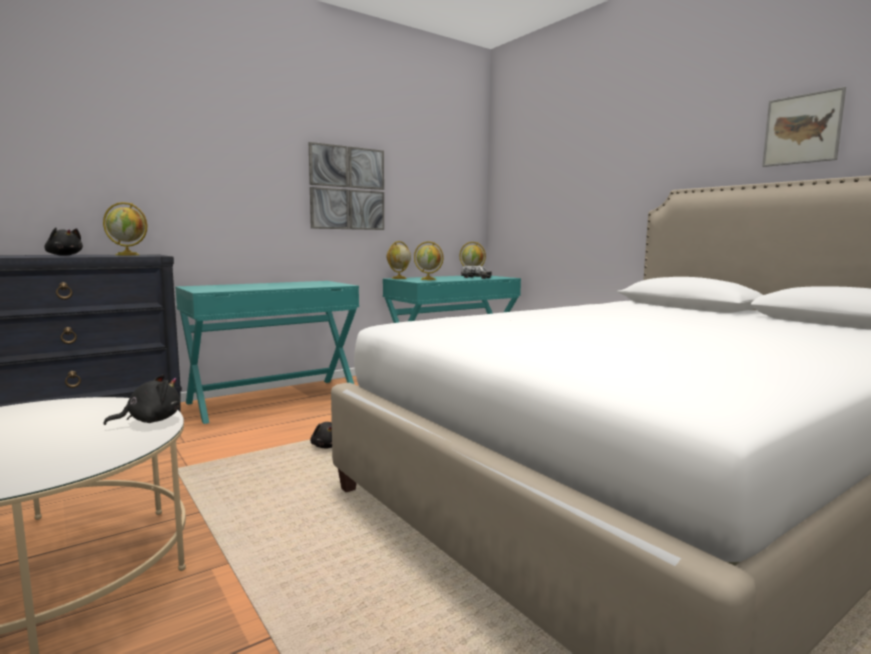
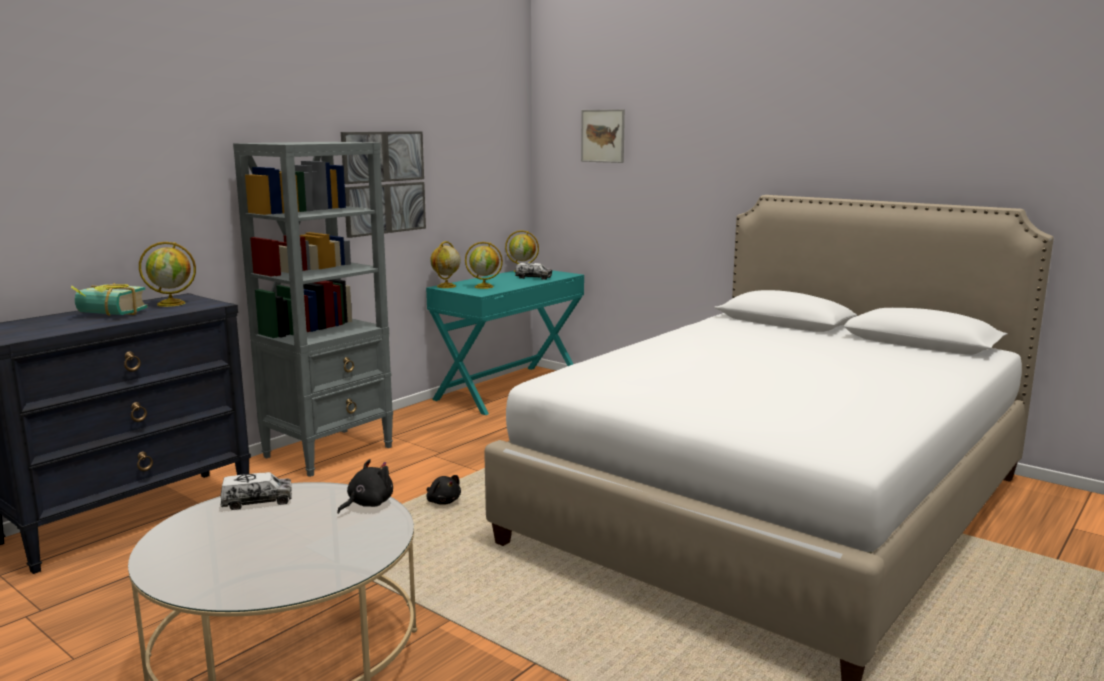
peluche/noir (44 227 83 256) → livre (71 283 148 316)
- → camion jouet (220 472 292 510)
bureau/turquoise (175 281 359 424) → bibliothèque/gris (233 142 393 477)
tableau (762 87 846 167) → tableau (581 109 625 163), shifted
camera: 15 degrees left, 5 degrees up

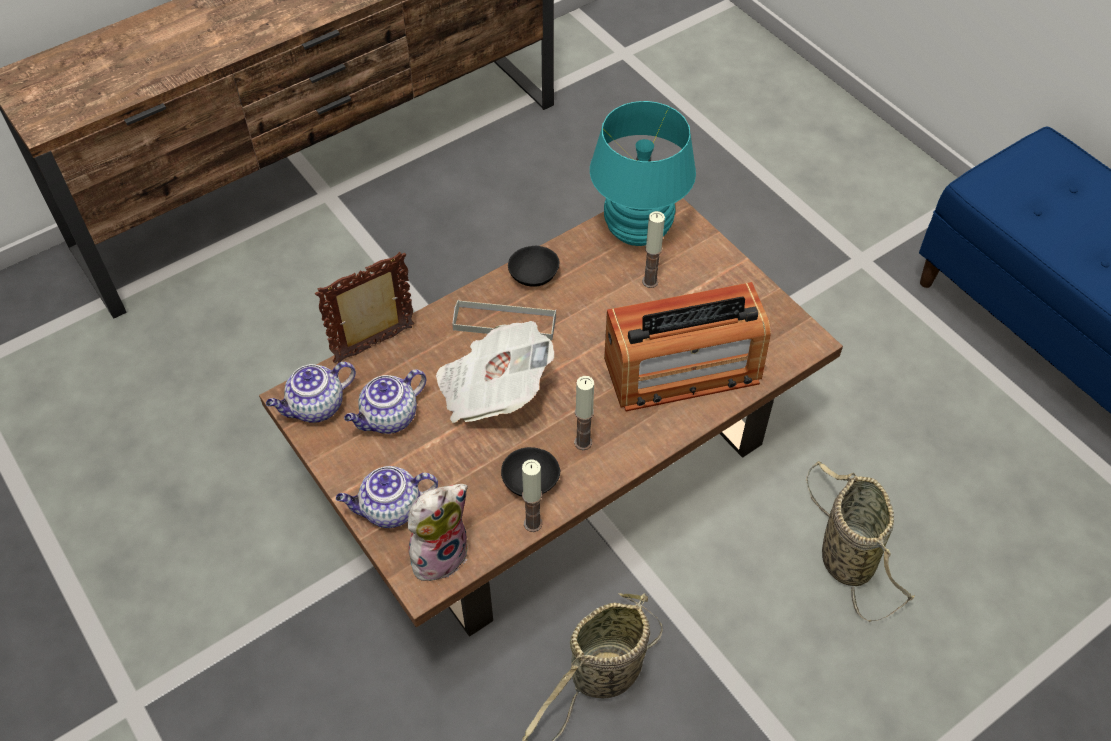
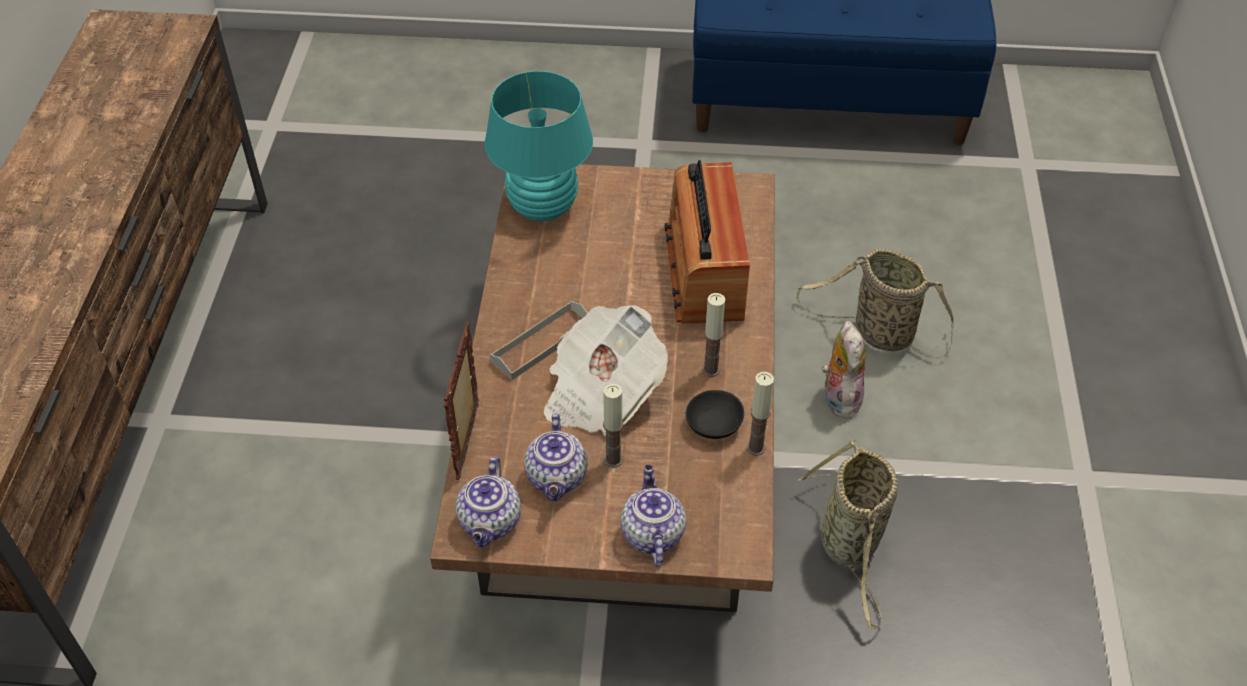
bougie (642 211 665 288) → bougie (603 384 623 468), shifted
théière (336 466 438 528) → théière (620 465 686 567), 150 degrees clockwise
radio (604 282 771 411) → radio (665 160 750 324), 150 degrees clockwise
peluche (408 484 468 581) → peluche (822 321 866 420), shifted
bol/noir (508 246 559 287) → -
camera: 50 degrees left, 5 degrees down

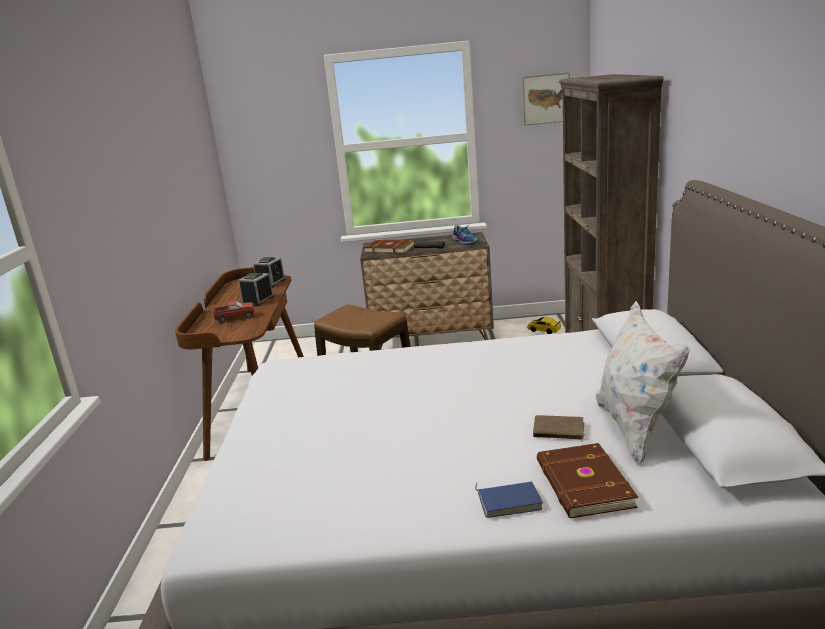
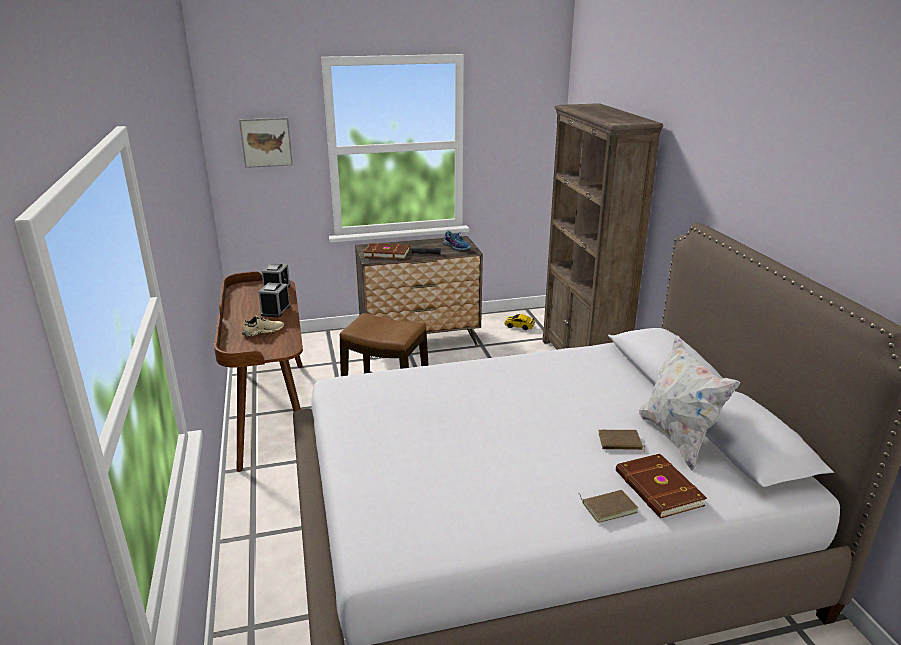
tableau (522 72 570 126) → tableau (239 118 293 168), shifted
camion jouet (214 301 254 323) → chaussure/beige (242 315 284 337)
livre/bleu (475 482 543 518) → livre/marron (578 490 638 523)
camera: 15 degrees left, 5 degrees up

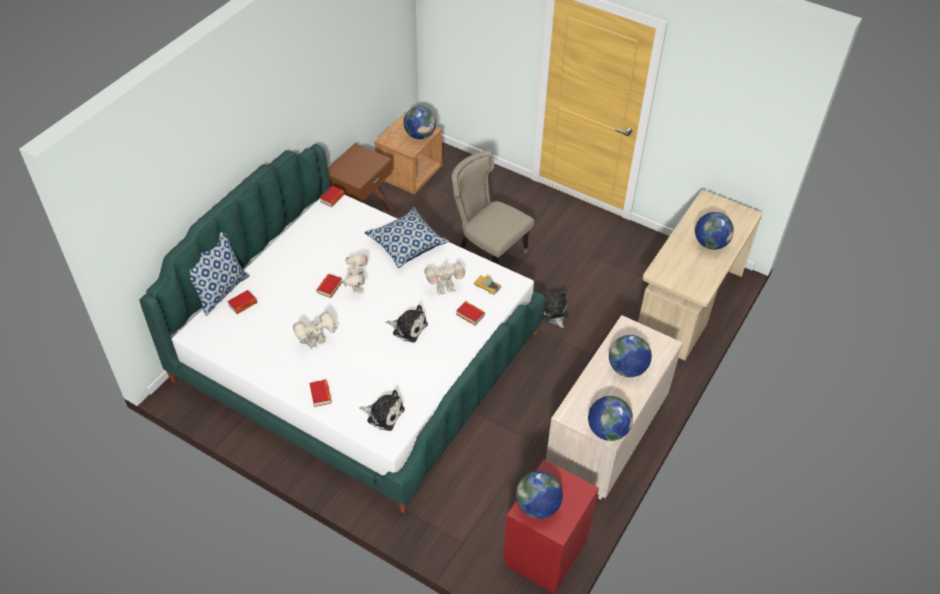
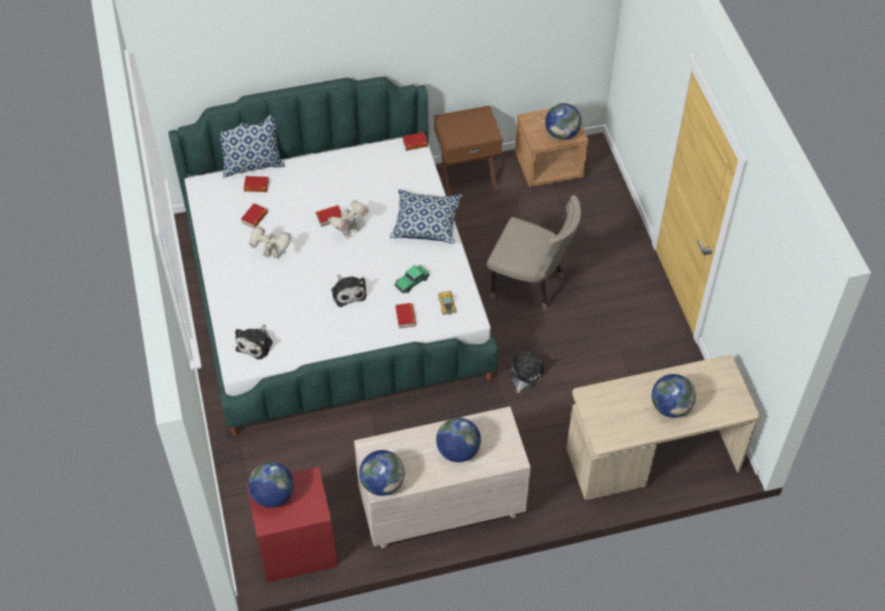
peluche (359 390 405 431) → peluche (235 324 273 360), 45 degrees clockwise
livre (309 380 332 407) → livre (241 203 268 228), shifted
robot jouet (424 262 465 295) → petite voiture (394 265 430 294)
chaise/beige (452 151 534 264) → chaise/beige (487 195 581 311), 120 degrees clockwise
camera: 45 degrees right, 5 degrees up

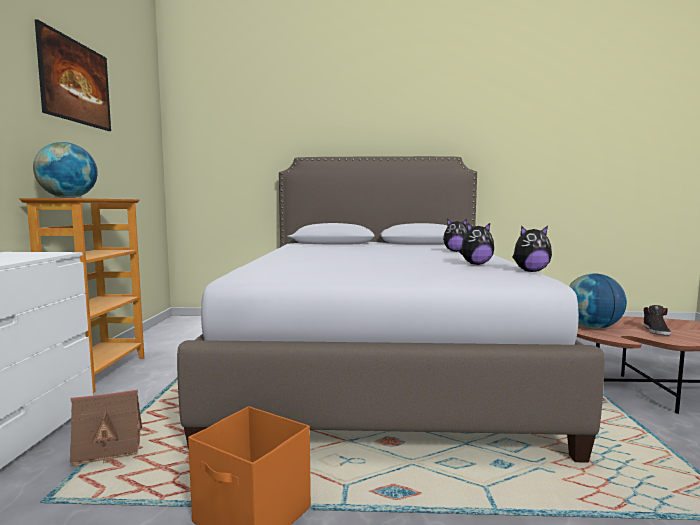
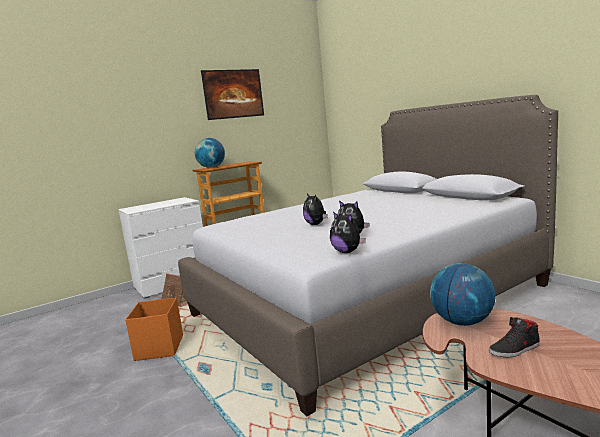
peluche (443 219 467 252) → peluche (303 193 328 225), shifted
camera: 55 degrees right, 5 degrees up

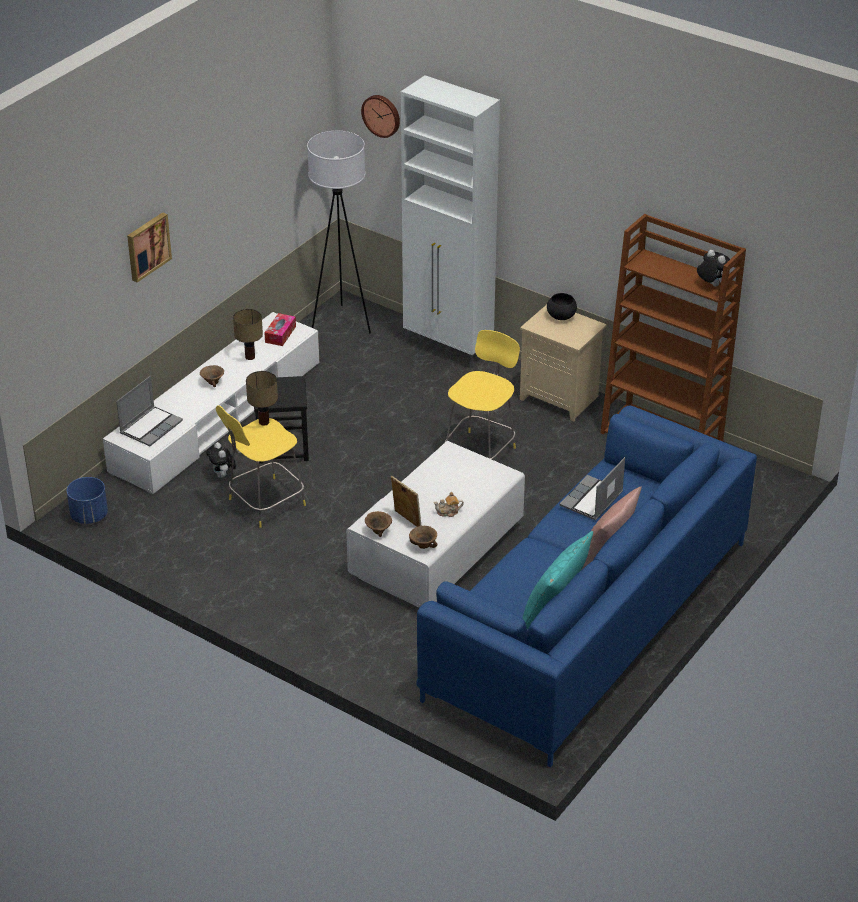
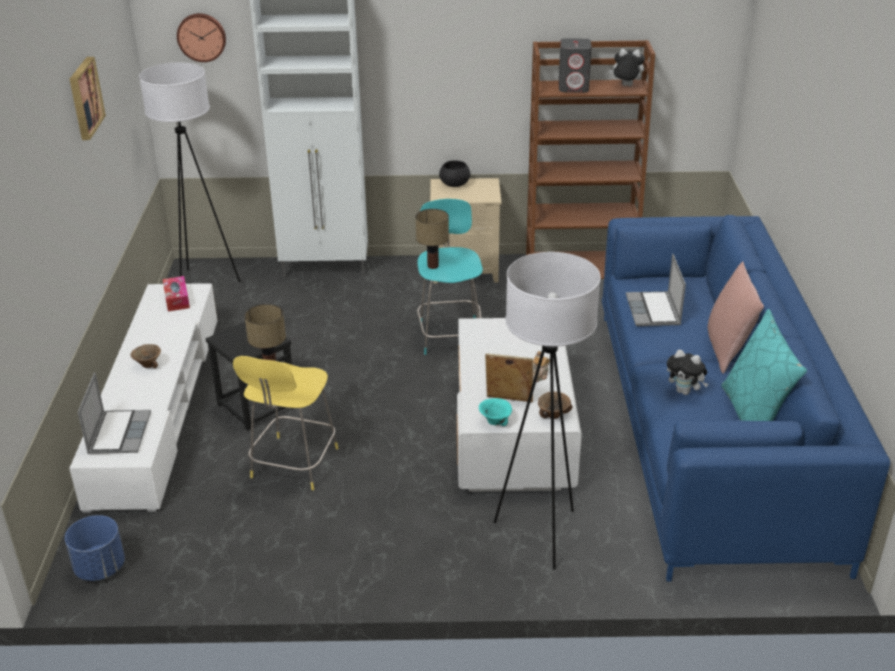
tableau (127 212 172 282) → tableau (70 57 106 140), shifted
lampe de table (233 309 263 360) → lampe de table (416 209 449 269), shifted
tabouret/jaune (445 330 520 459) → tabouret/turquoise (417 199 483 355)
bol/marron (365 511 392 537) → bol/turquoise (479 398 512 426)
- → lampadaire/blanc (494 252 601 570)
- → enceinte/gris (559 38 592 92)
peluche (206 442 236 478) → peluche (667 349 708 395), shifted
camera: 35 degrees left, 5 degrees down

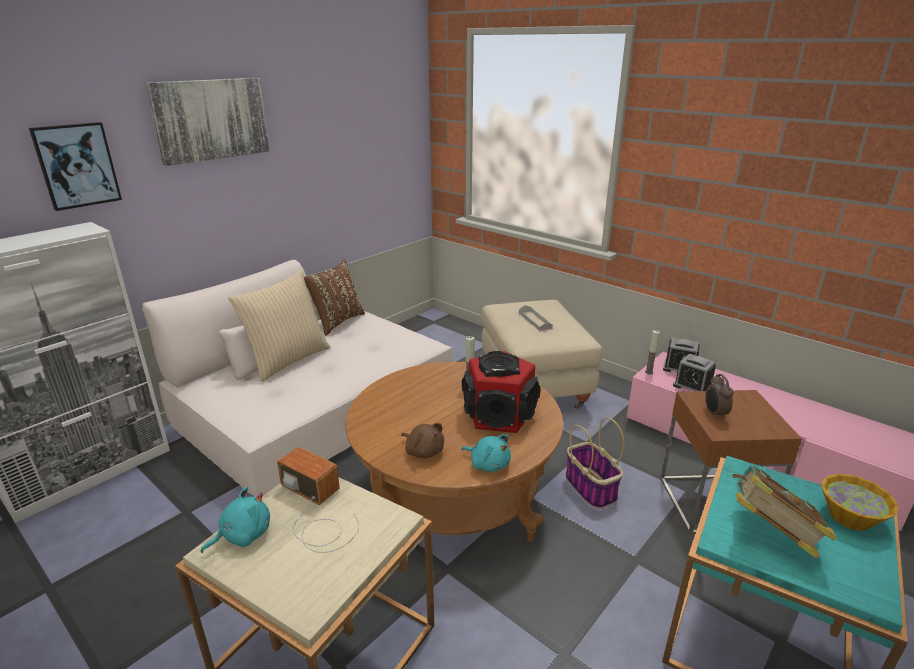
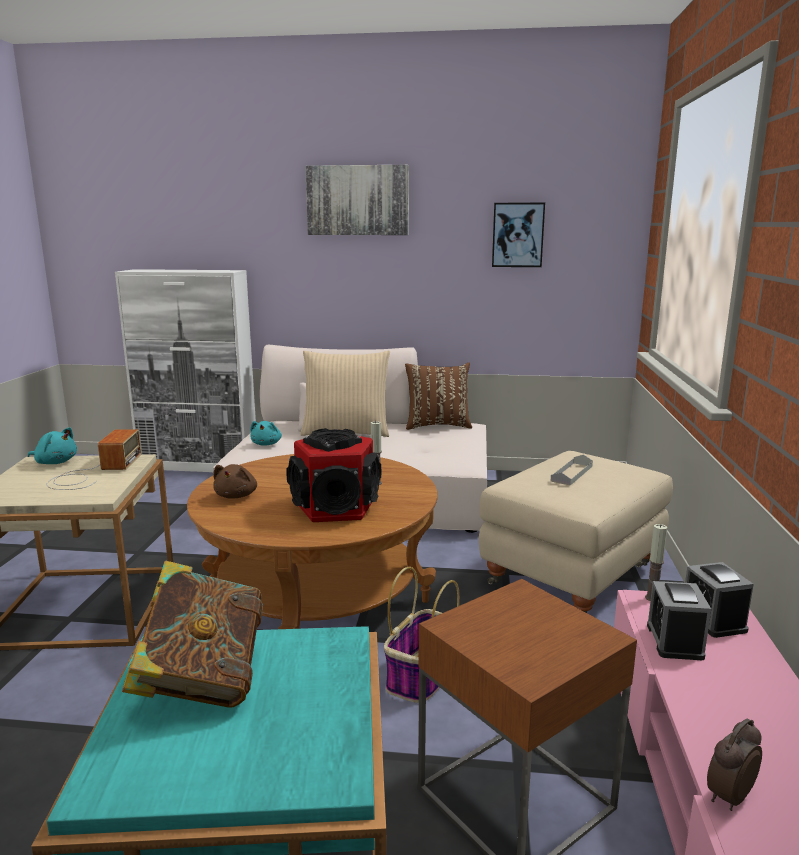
peluche/turquoise (462 434 511 472) → peluche/turquoise (250 421 282 446), shifted
tableau (29 122 122 211) → tableau (492 202 545 267), shifted
réveil (705 374 734 420) → réveil (707 719 762 811), shifted
bol (821 474 899 531) → -
camera: 55 degrees right, 10 degrees down

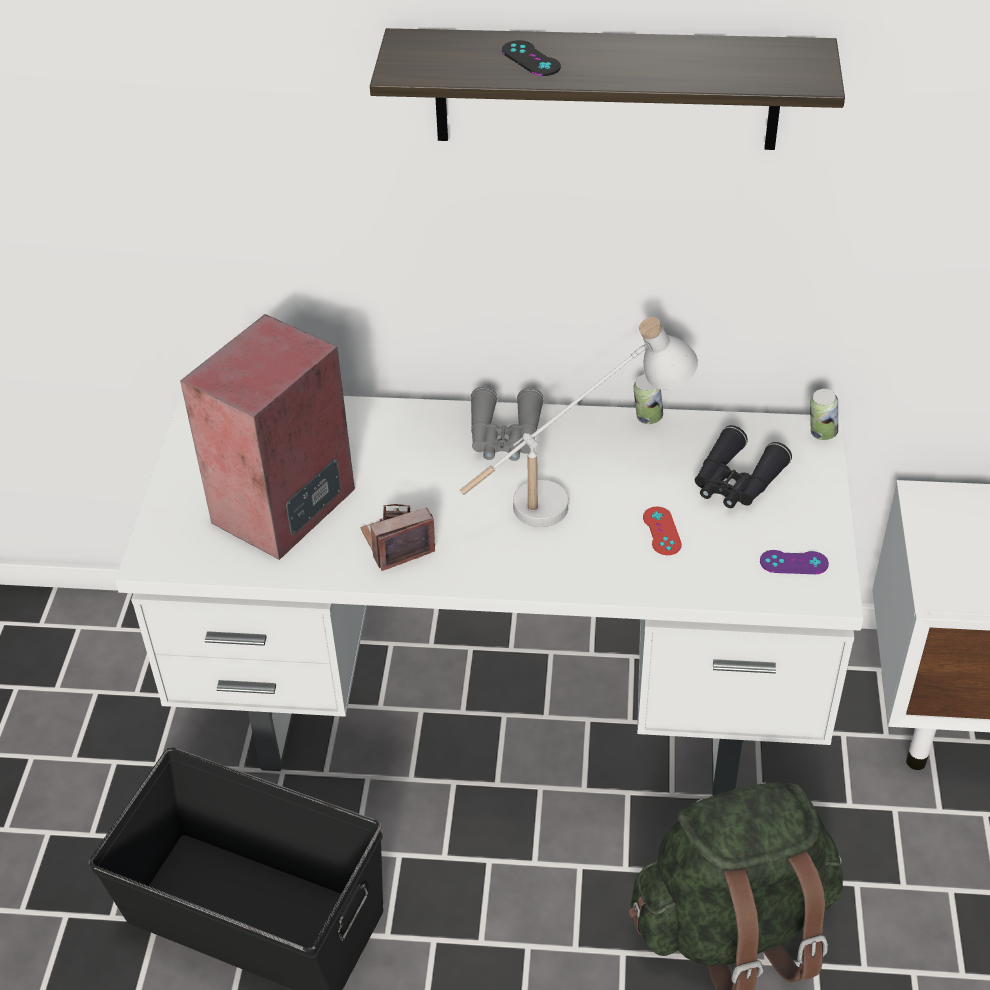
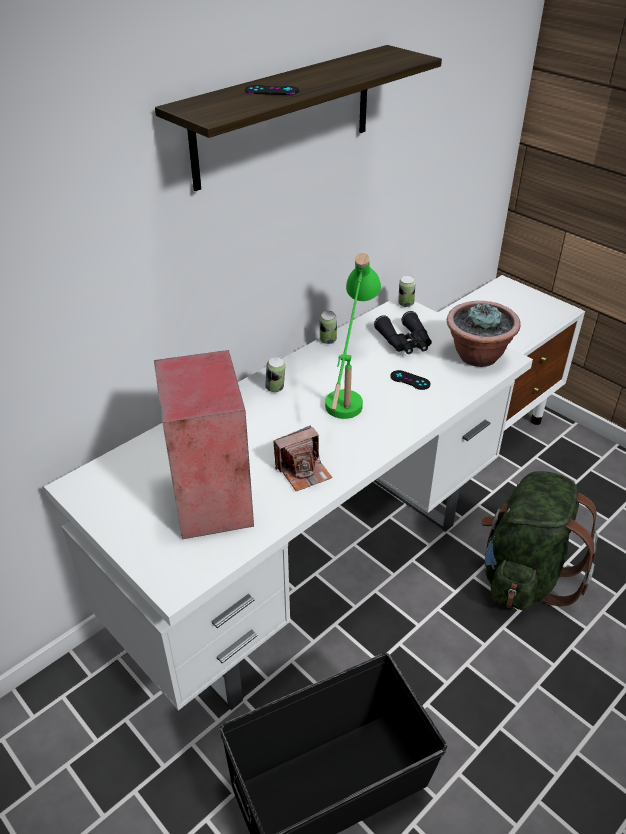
jumelles/gris (470 387 544 461) → boîte métallique (265 357 285 392)
appareil photo (360 504 435 571) → appareil photo (274 425 332 491), 135 degrees counterclockwise
lampe de table/blanc (460 317 698 527) → lampe de table/vert (325 253 381 419)
manette/rouge (643 507 682 555) → manette/noir (390 370 431 390)
manette/violet (760 550 829 574) → plante en pot (447 301 521 367)
camera: 50 degrees left, 5 degrees down

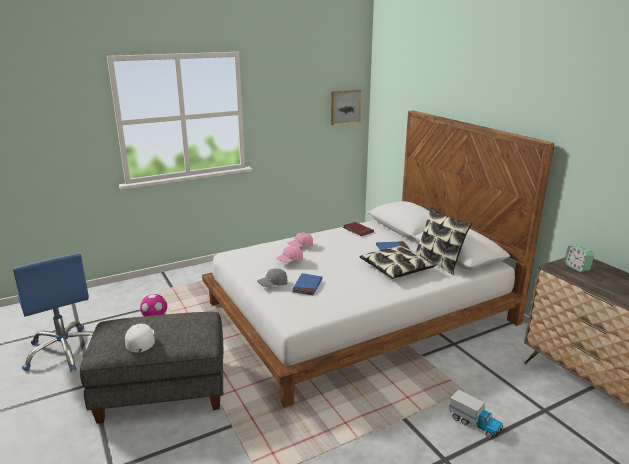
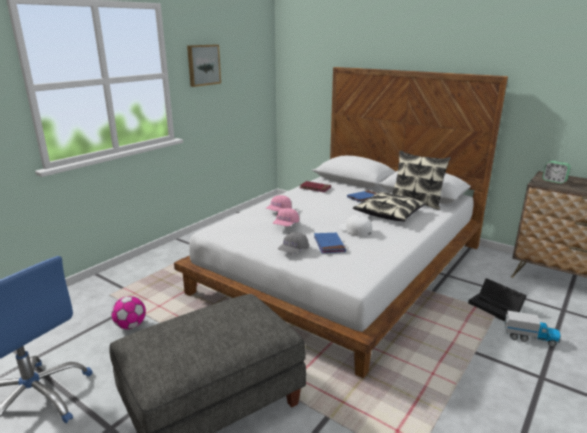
tableau (331 90 362 126) → tableau (187 45 221 87), shifted
casquette/blanc (125 324 155 352) → casquette/blanc (338 215 372 237), shifted
- → boîte de rangement/noir (468 278 527 322)
camera: 25 degrees left, 0 degrees up

